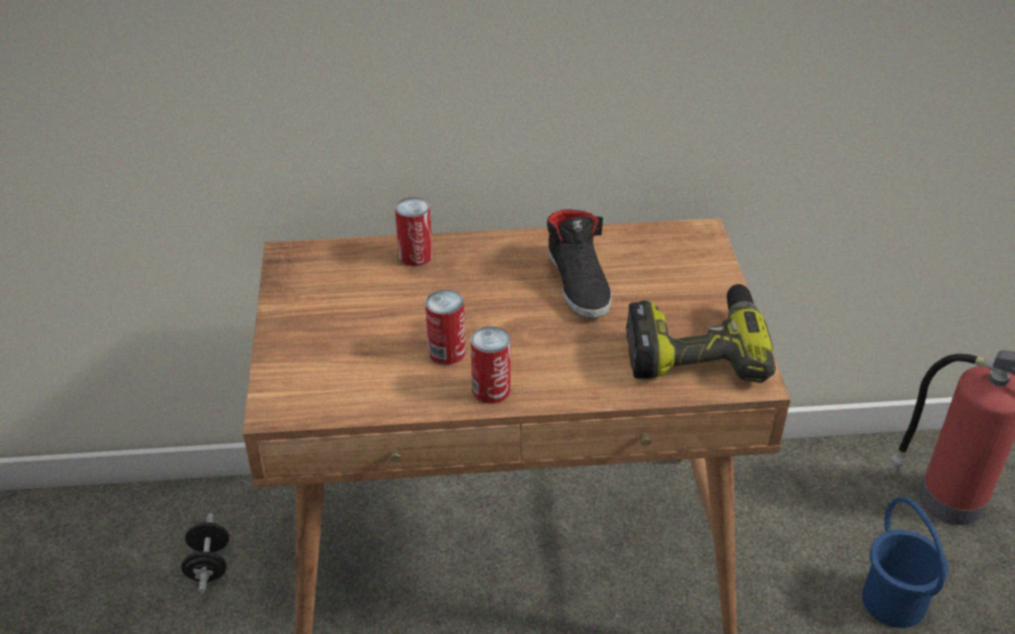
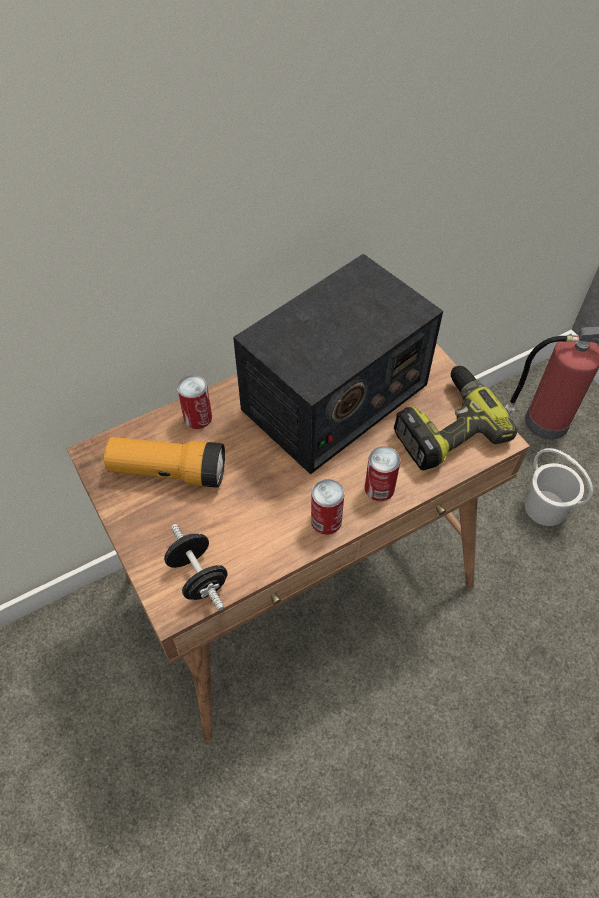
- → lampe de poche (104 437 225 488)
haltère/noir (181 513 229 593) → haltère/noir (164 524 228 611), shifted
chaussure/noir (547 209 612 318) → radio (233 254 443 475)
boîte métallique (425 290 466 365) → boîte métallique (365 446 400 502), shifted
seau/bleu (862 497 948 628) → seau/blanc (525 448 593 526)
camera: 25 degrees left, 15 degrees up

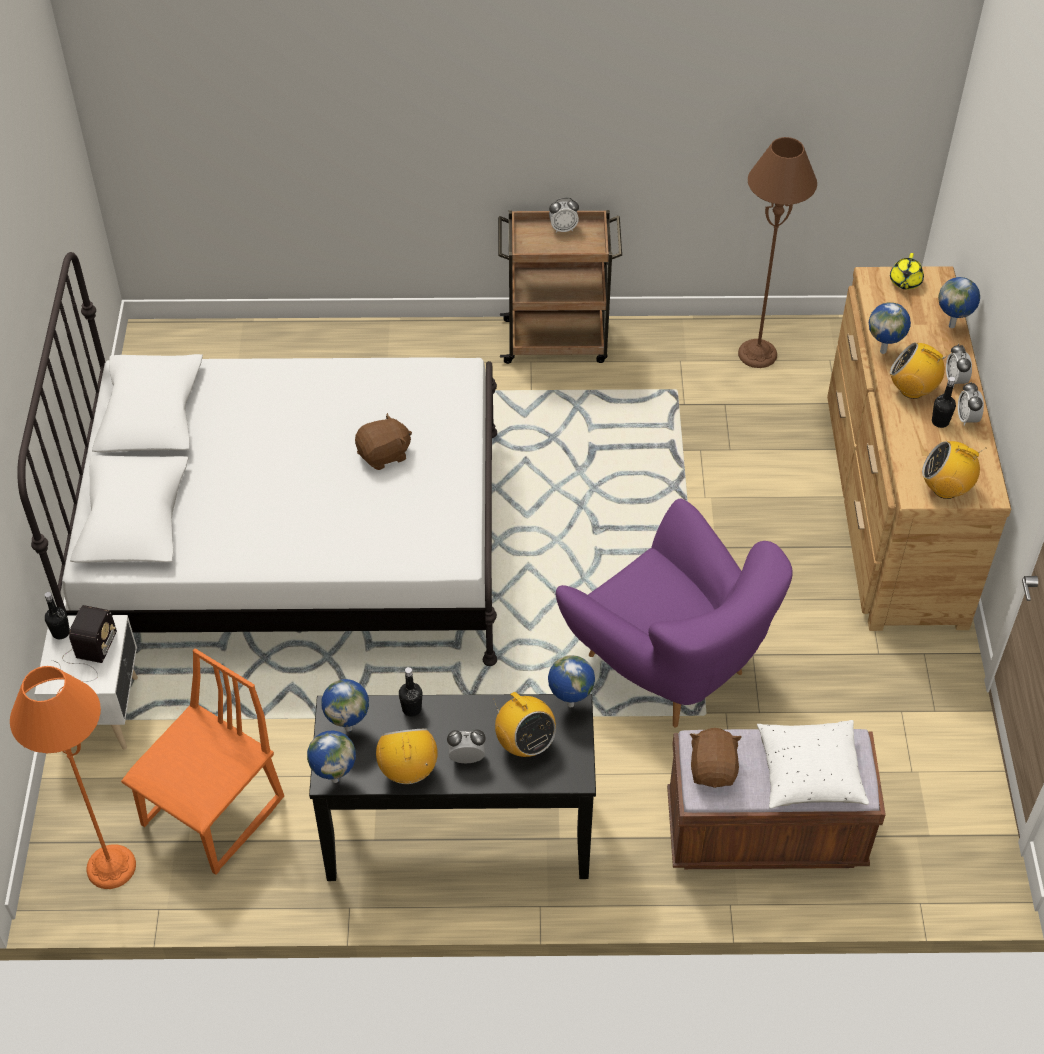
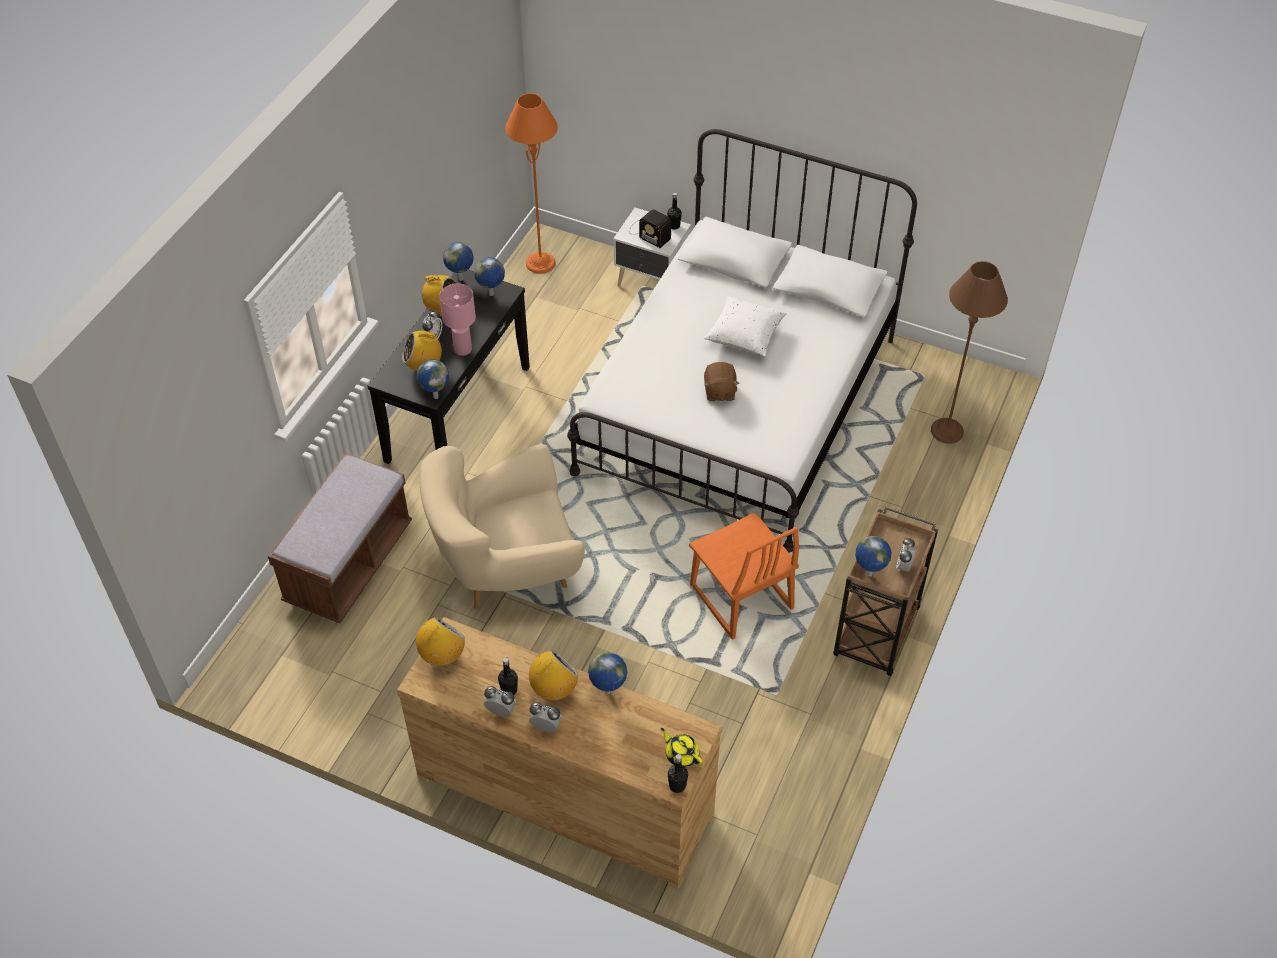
fauteuil/violet (556 498 793 727) → fauteuil/beige (419 444 585 610)
- → lampe de table/rose (439 283 476 356)
bouteille/noir (399 667 423 717) → bouteille/noir (668 754 688 793), shifted
chaise/orange (121 649 284 875) → chaise/orange (689 513 799 640), shifted
coussin/blanc (757 720 869 809) → coussin/blanc (704 296 787 357), shifted
globe (938 277 980 328) → globe (855 536 891 577), shifted
lampadaire/marron (738 137 817 368) → lampadaire/marron (931 261 1008 444), shifted
peluche/marron (690 728 742 788) → -
camera: 115 degrees right, 0 degrees up

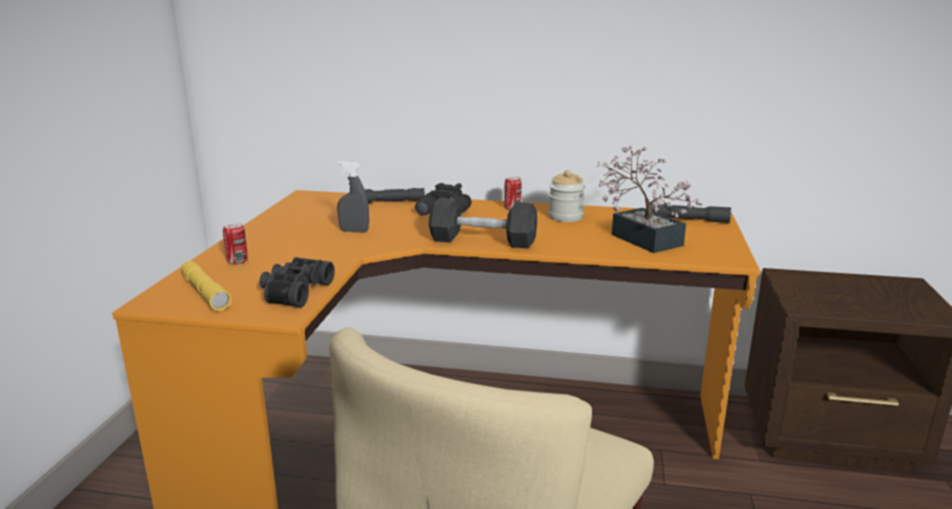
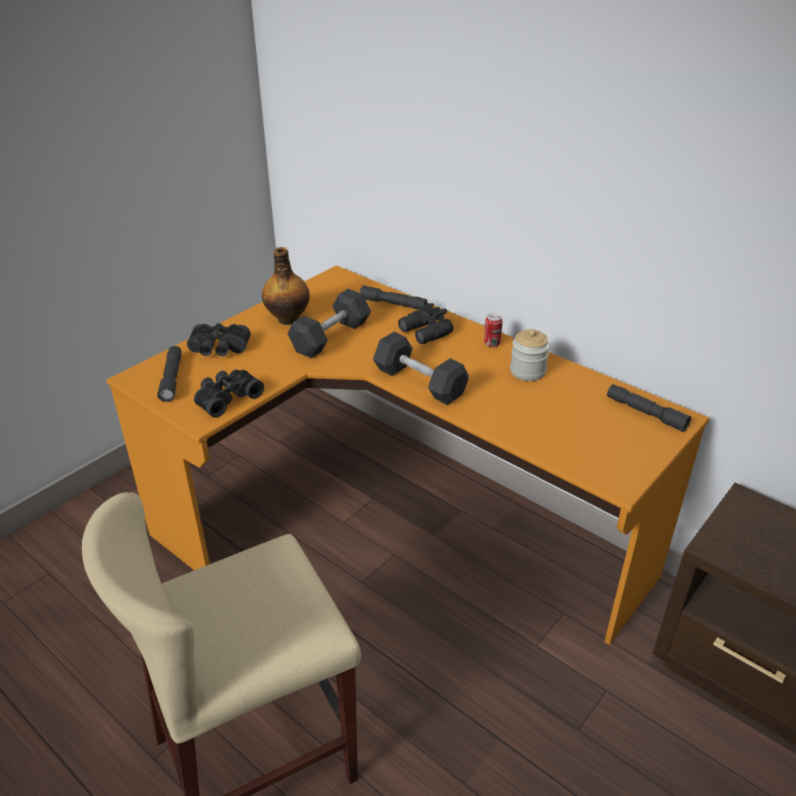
lampe de poche/jaune (181 261 231 311) → lampe de poche/gris (157 346 182 402)
boîte métallique (223 222 248 265) → jumelles/noir (187 323 251 356)
- → bouteille (262 247 310 325)
vaporisateur/gris (337 161 369 232) → haltère/gris (288 289 371 358)
plante en pot (596 146 703 253) → -
camera: 30 degrees right, 15 degrees up

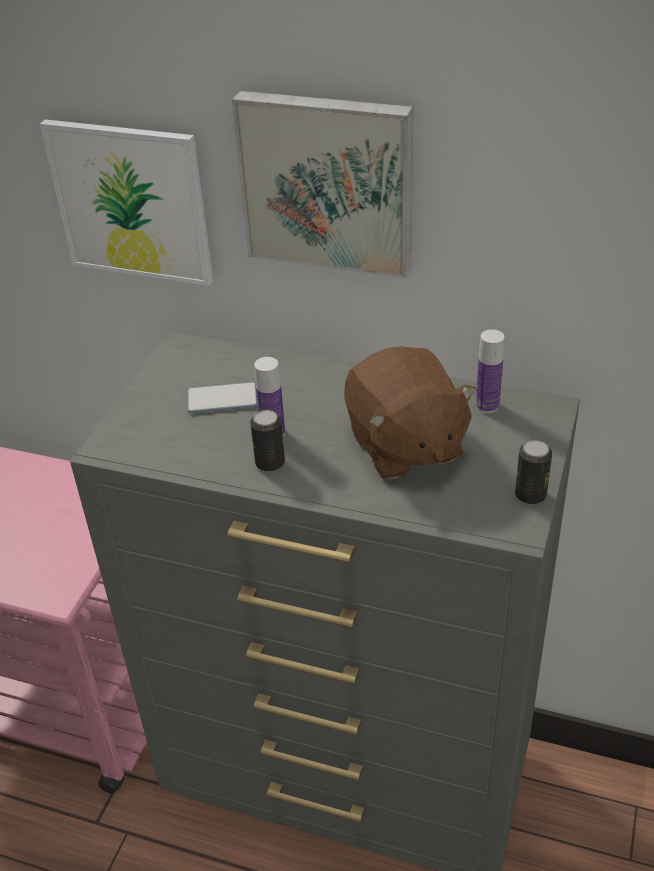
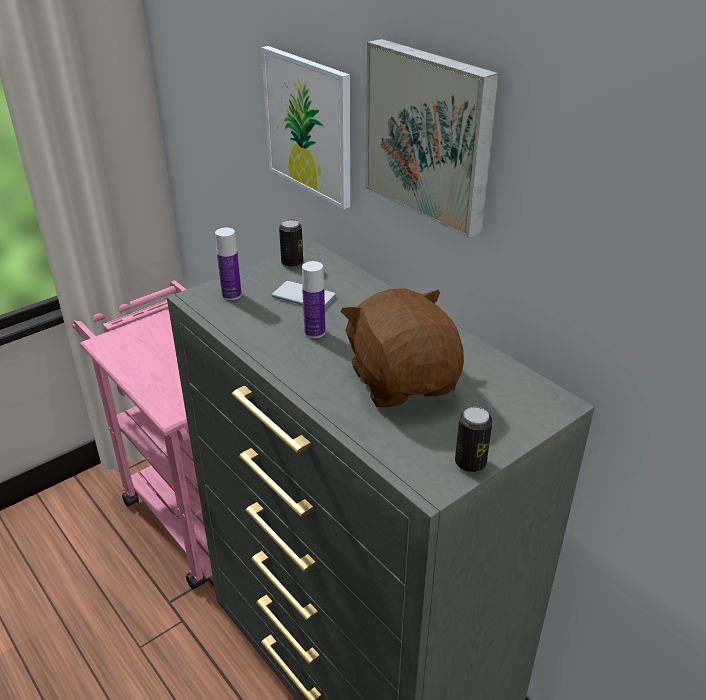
bouteille (476 329 505 413) → bouteille (215 227 242 300), shifted
boîte métallique (250 410 285 472) → boîte métallique (279 219 303 268), shifted
peluche/marron (344 346 477 480) → peluche/marron (340 288 464 407), 150 degrees clockwise
camera: 30 degrees right, 5 degrees down

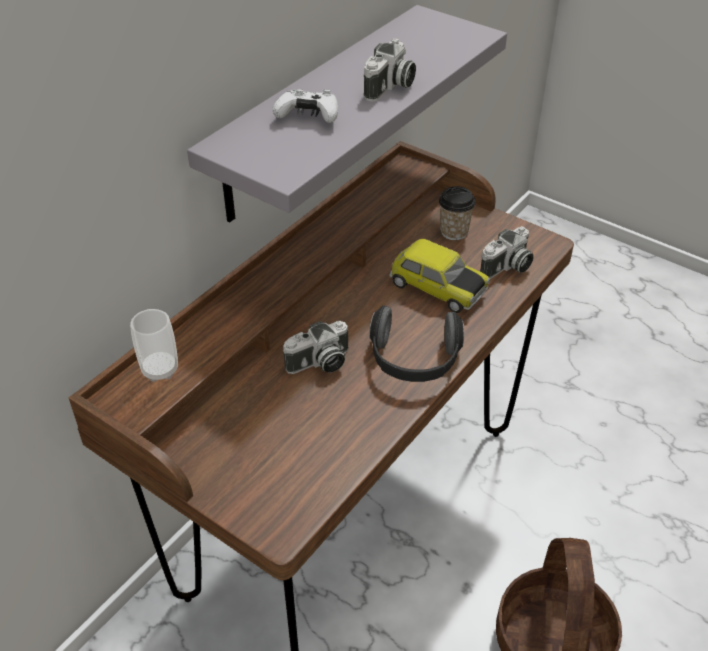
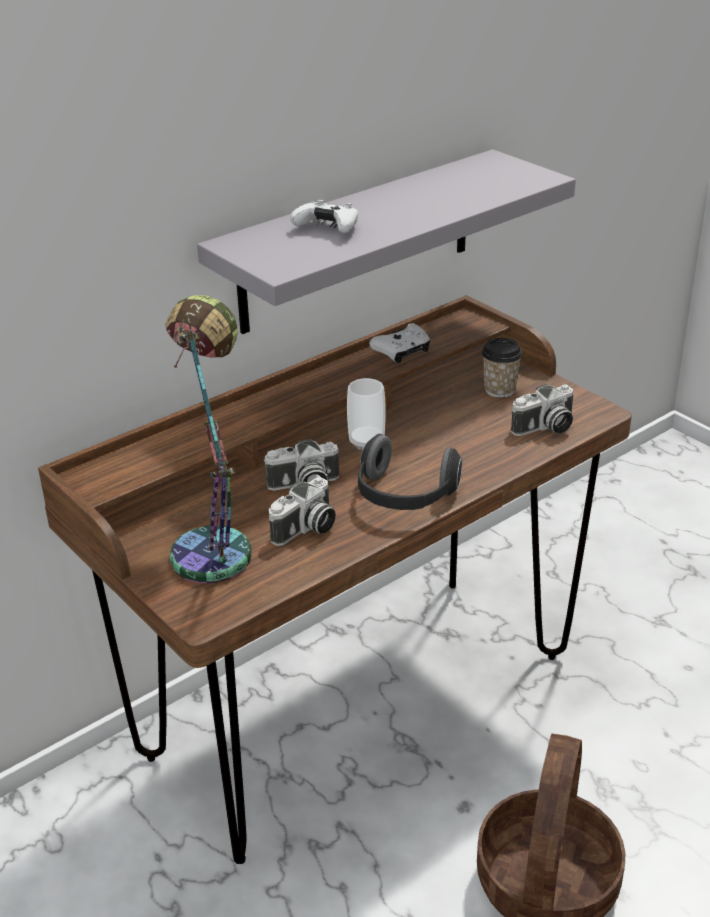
- → lampe de table (165 295 251 583)
appareil photo (364 39 416 102) → appareil photo (269 477 336 546), shifted
tasse (130 309 178 382) → tasse (347 378 386 450), shifted
- → manette/blanc (369 324 430 363)
petite voiture (389 239 490 313) → -
camera: 15 degrees right, 10 degrees down

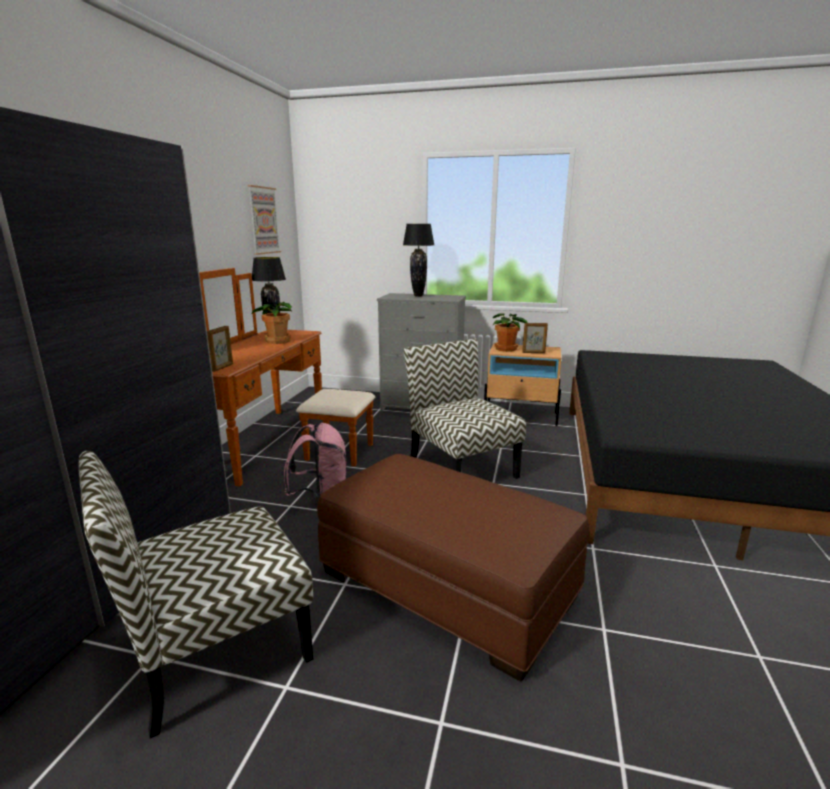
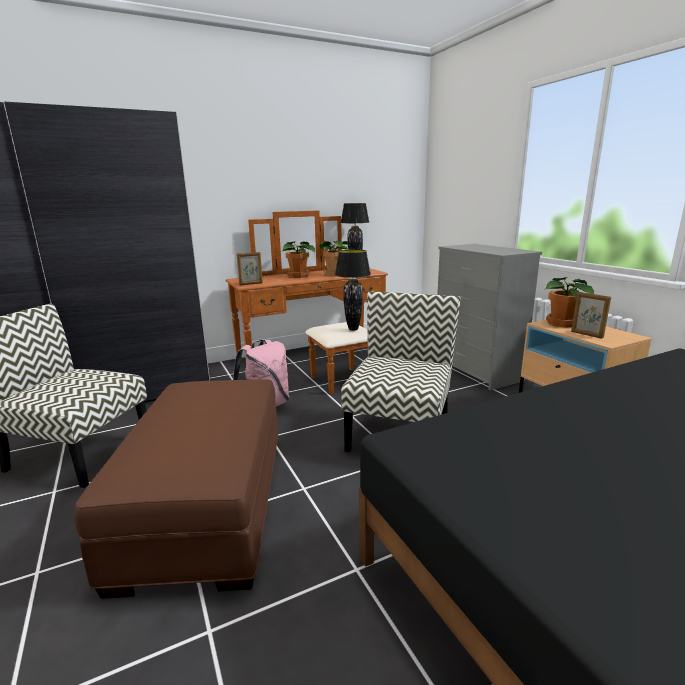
- → plante en pot (283 241 315 278)
lampe de table/noir (403 224 434 297) → lampe de table/noir (335 249 371 331), shifted
tableau (248 185 281 255) → -
camera: 50 degrees right, 0 degrees up

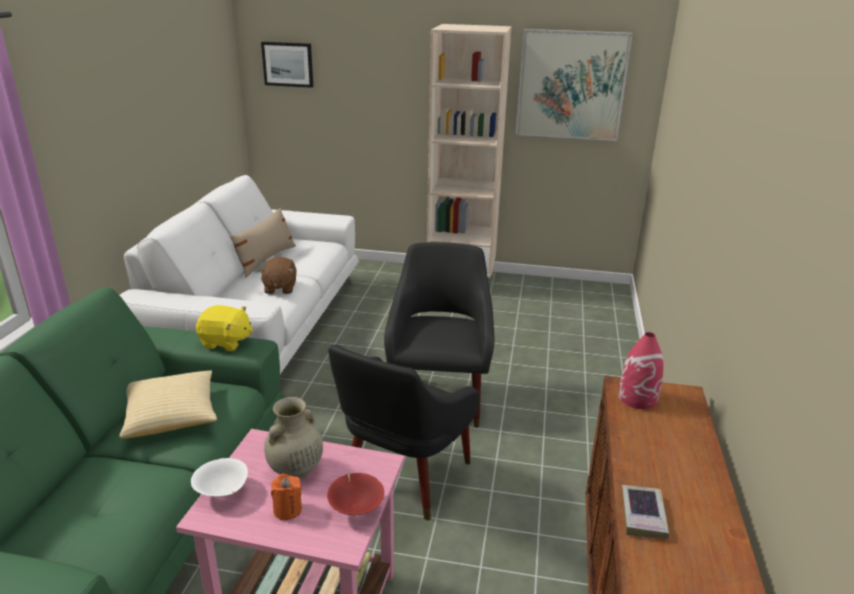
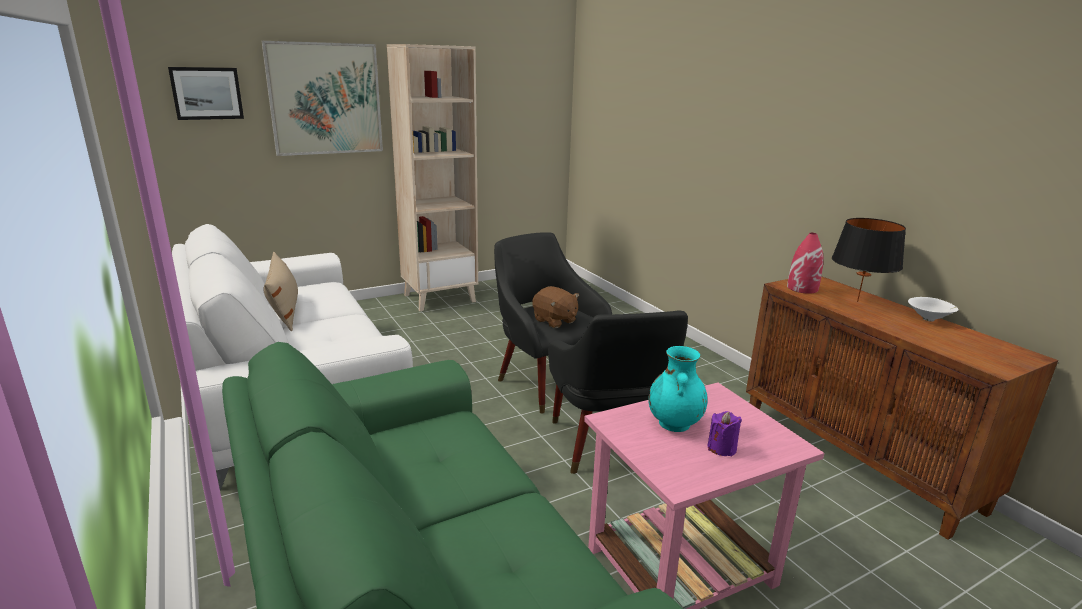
tableau (516 29 633 141) → tableau (262 41 383 156), shifted
peluche/marron (259 257 296 294) → peluche/marron (532 286 579 328), shifted
vase/beige (264 397 323 479) → vase/turquoise (648 346 708 432)
bougie/orange (271 474 302 520) → bougie/violet (708 411 742 456)
- → lampe de table/noir (832 218 906 302)
bol/blanc (191 458 248 497) → bol/blanc (908 297 958 322), shifted
coussin (120 371 217 439) → -
peluche/jaune (196 305 253 351) → -
bol/rouge (327 473 384 515) → -
livre (622 485 669 539) → -
camera: 40 degrees left, 5 degrees down

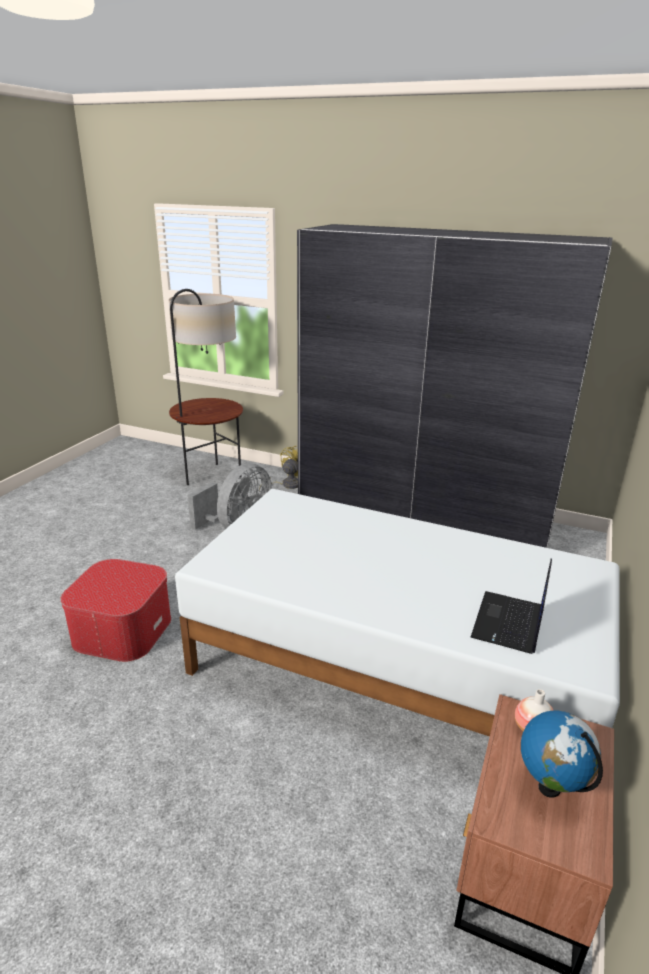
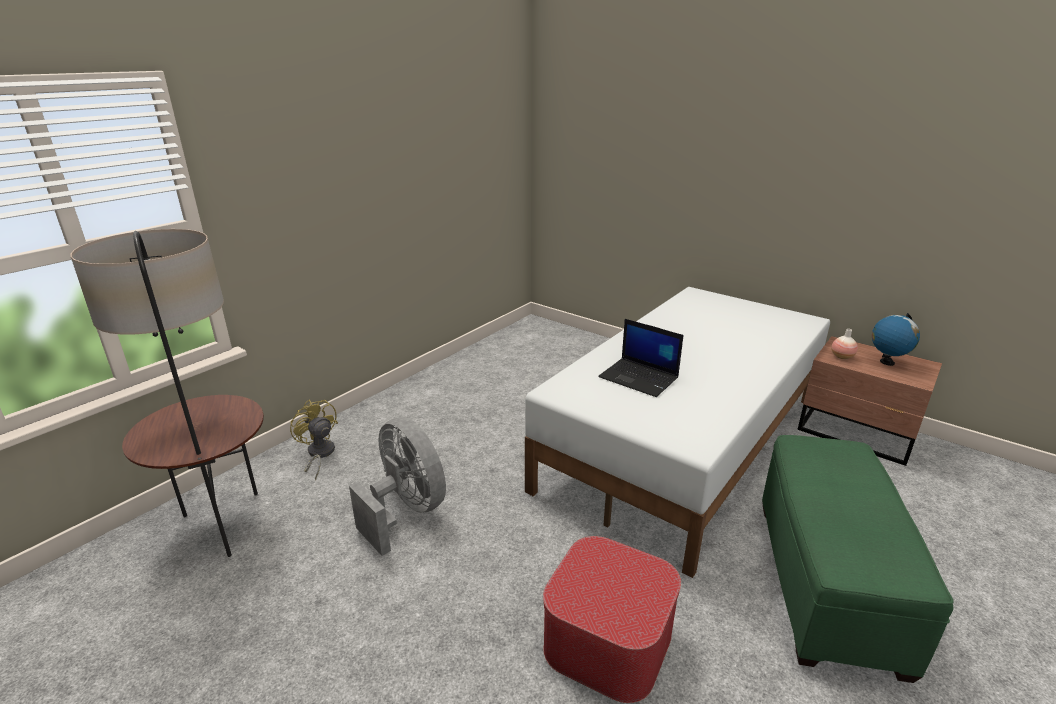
ordinateur portable (471 559 552 654) → ordinateur portable (598 319 683 397), shifted
- → pouf/vert (762 435 954 683)
armoire/gris (297 224 612 548) → -
camera: 75 degrees left, 0 degrees up

